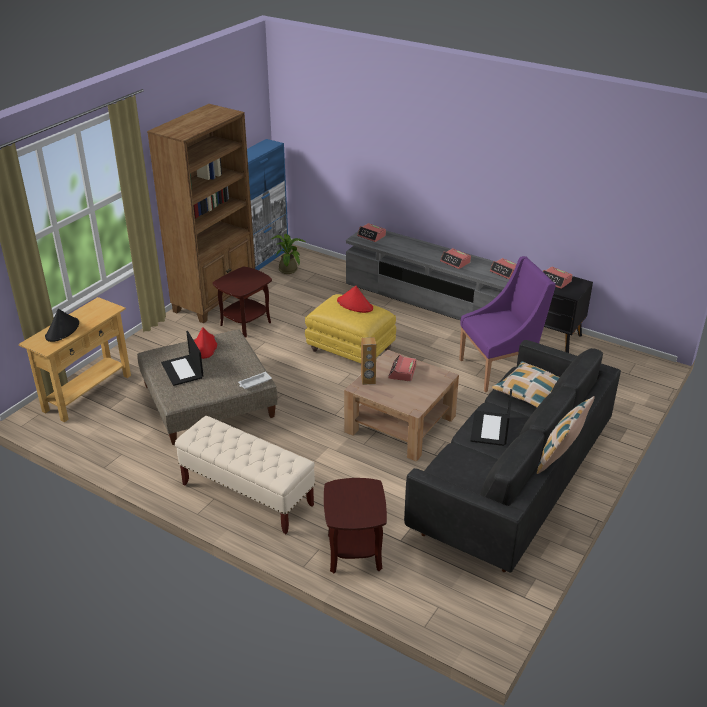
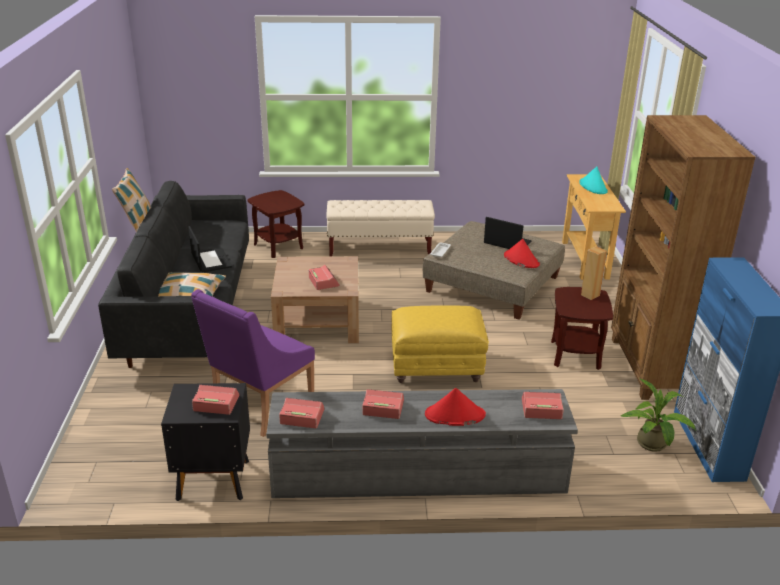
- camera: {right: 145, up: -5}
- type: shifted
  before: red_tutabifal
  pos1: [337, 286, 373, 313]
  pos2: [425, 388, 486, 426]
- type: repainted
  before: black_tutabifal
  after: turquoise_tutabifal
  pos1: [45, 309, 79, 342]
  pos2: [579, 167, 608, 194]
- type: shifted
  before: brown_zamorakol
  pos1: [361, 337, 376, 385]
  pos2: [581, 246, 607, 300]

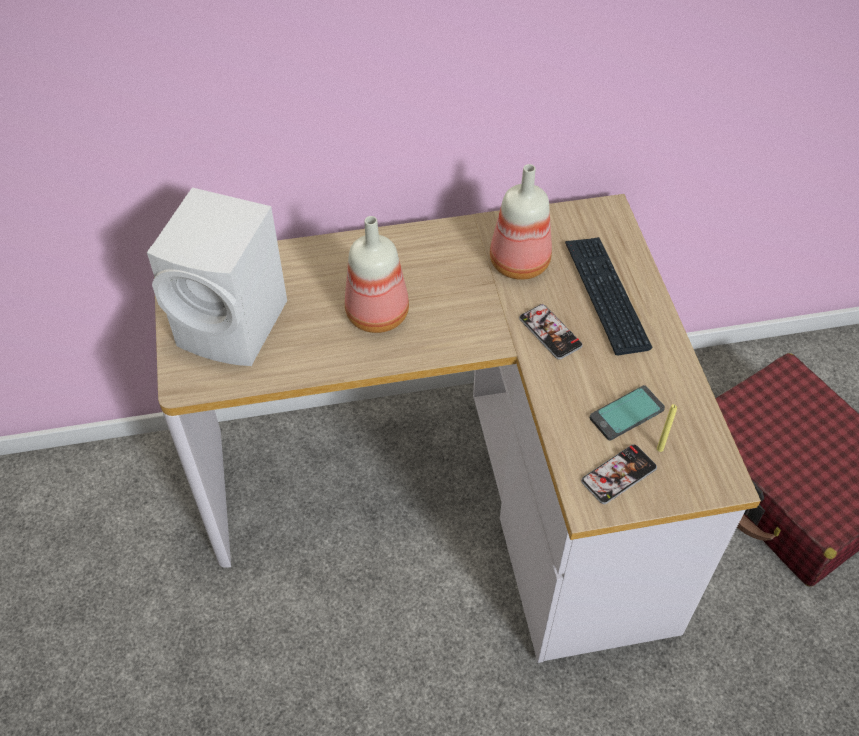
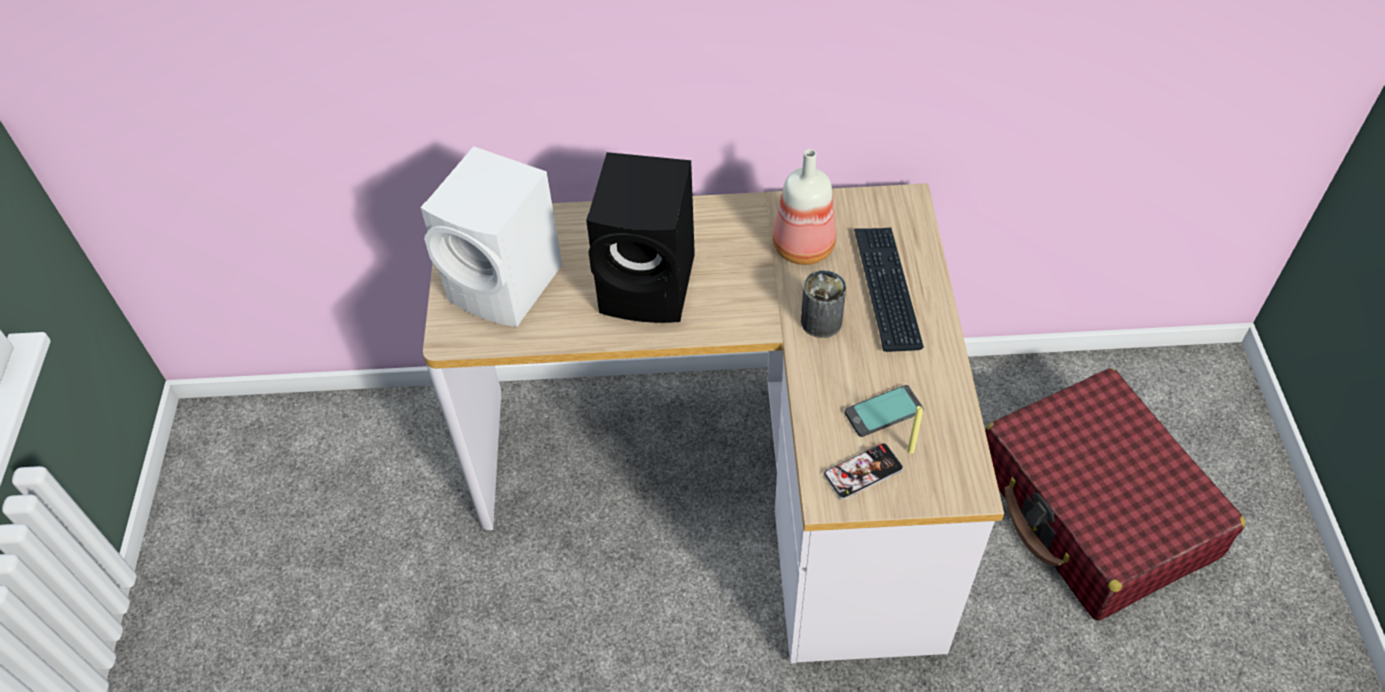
- camera: {right: 10, up: 0}
- type: swapped
  before: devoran
  after: black_zamorakol
  pos1: [345, 216, 409, 333]
  pos2: [586, 152, 695, 323]
- type: swapped
  before: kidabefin
  after: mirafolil
  pos1: [519, 304, 583, 360]
  pos2: [801, 270, 846, 338]

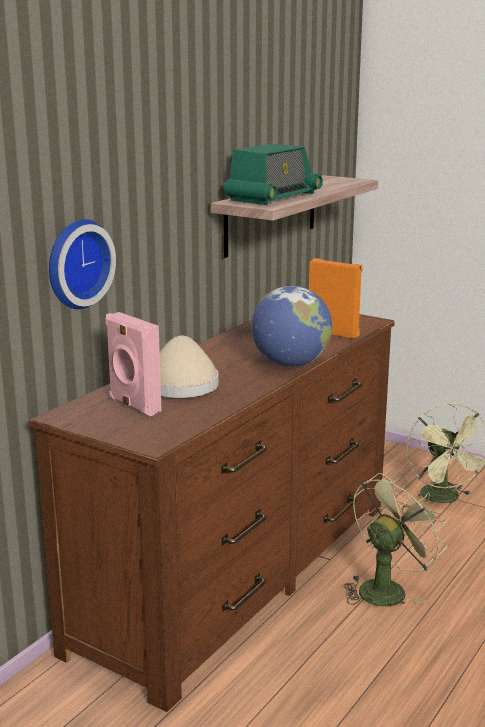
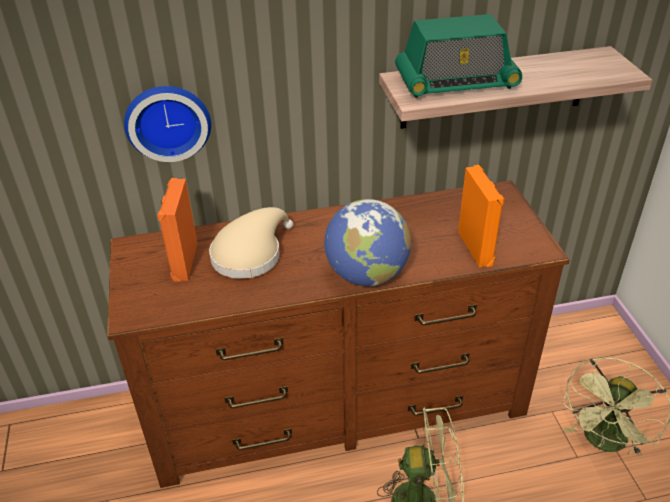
- camera: {right: 45, up: 20}
- type: repainted
  before: pink_zamorakol
  after: orange_zamorakol
  pos1: [106, 312, 162, 416]
  pos2: [157, 178, 197, 282]

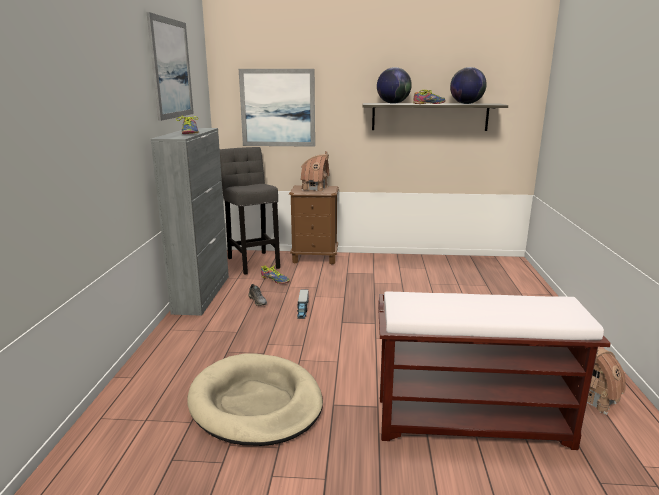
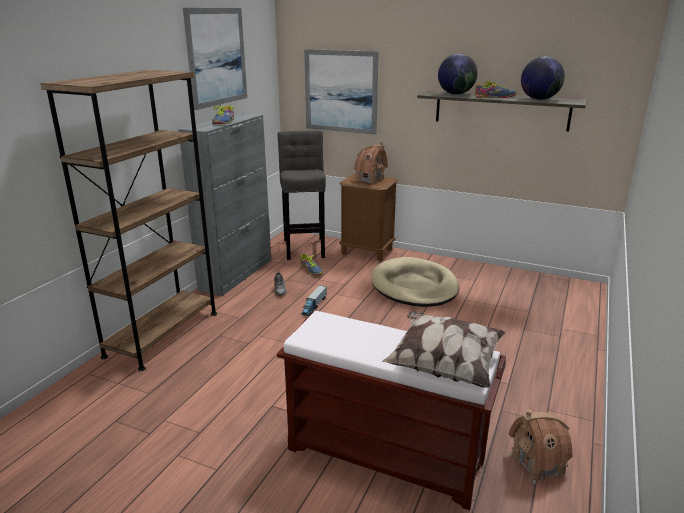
- camera: {right: 20, up: 5}
- type: shifted
  before: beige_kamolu
  pos1: [187, 353, 323, 446]
  pos2: [371, 257, 459, 307]
- type: new
  after: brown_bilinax
  pos2: [40, 70, 217, 371]
- type: new
  after: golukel
  pos2: [382, 311, 505, 388]

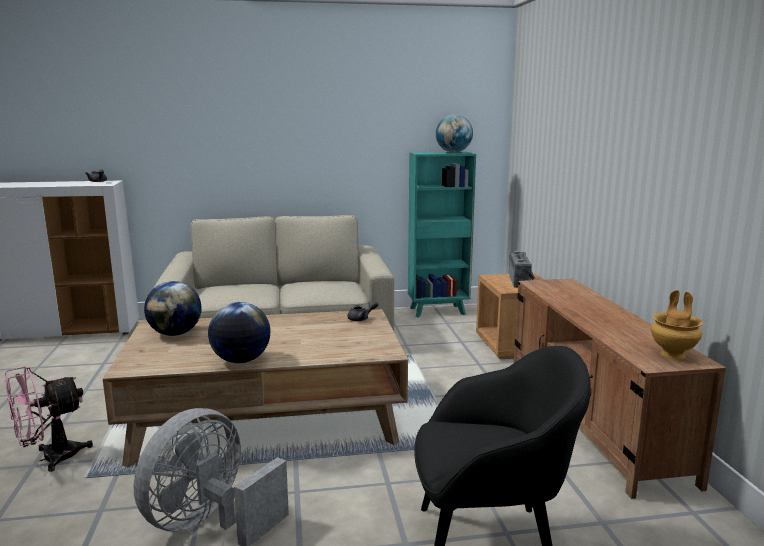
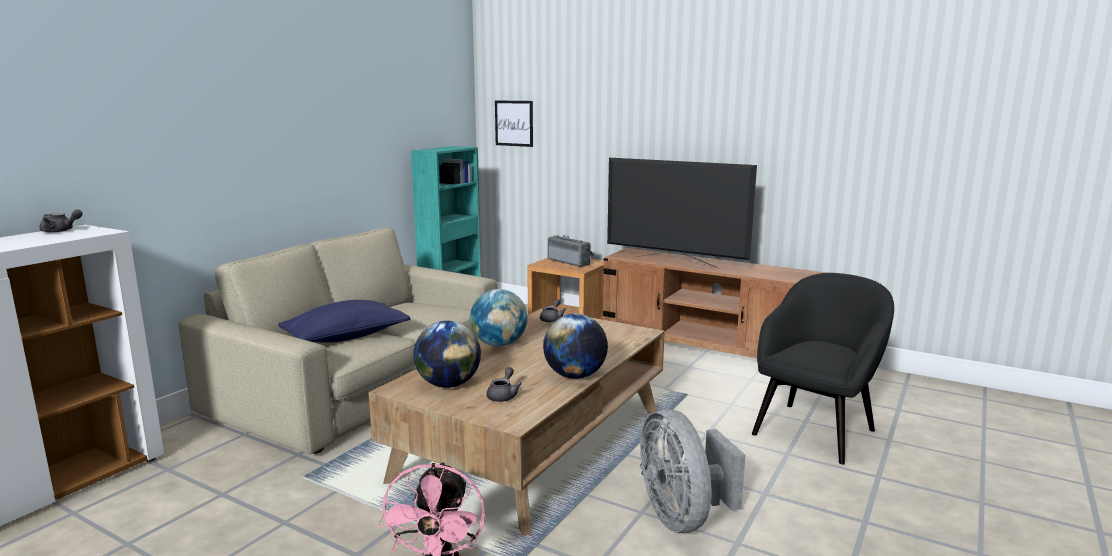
- camera: {right: -50, up: 0}
- type: shifted
  before: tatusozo
  pos1: [436, 114, 473, 153]
  pos2: [470, 289, 528, 347]
- type: gone
  before: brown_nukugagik
  pos1: [650, 290, 703, 360]
- type: new
  after: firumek
  pos2: [495, 100, 533, 147]
- type: new
  after: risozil
  pos2: [607, 158, 757, 268]
- type: new
  after: blue_golukel
  pos2: [278, 300, 410, 343]
- type: new
  after: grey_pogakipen
  pos2: [486, 367, 522, 402]

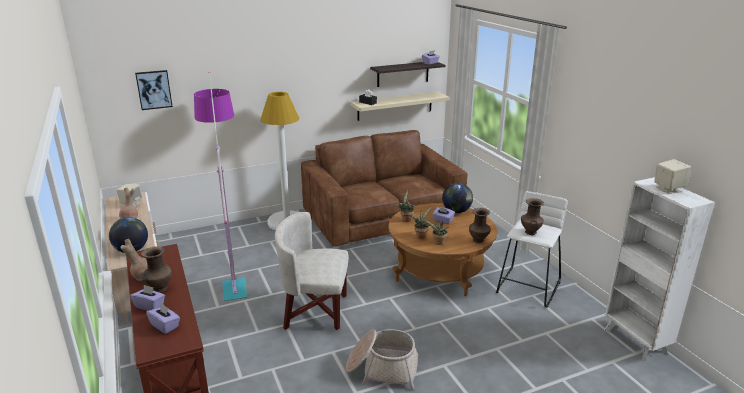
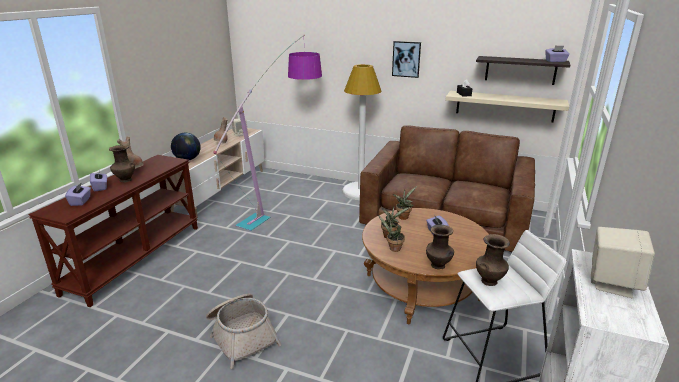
- camera: {right: 45, up: 0}
- type: shifted
  before: firumek
  pos1: [135, 70, 173, 110]
  pos2: [392, 41, 421, 78]
- type: gone
  before: tatusozo
  pos1: [442, 183, 473, 213]
- type: gone
  before: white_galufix
  pos1: [275, 212, 349, 330]

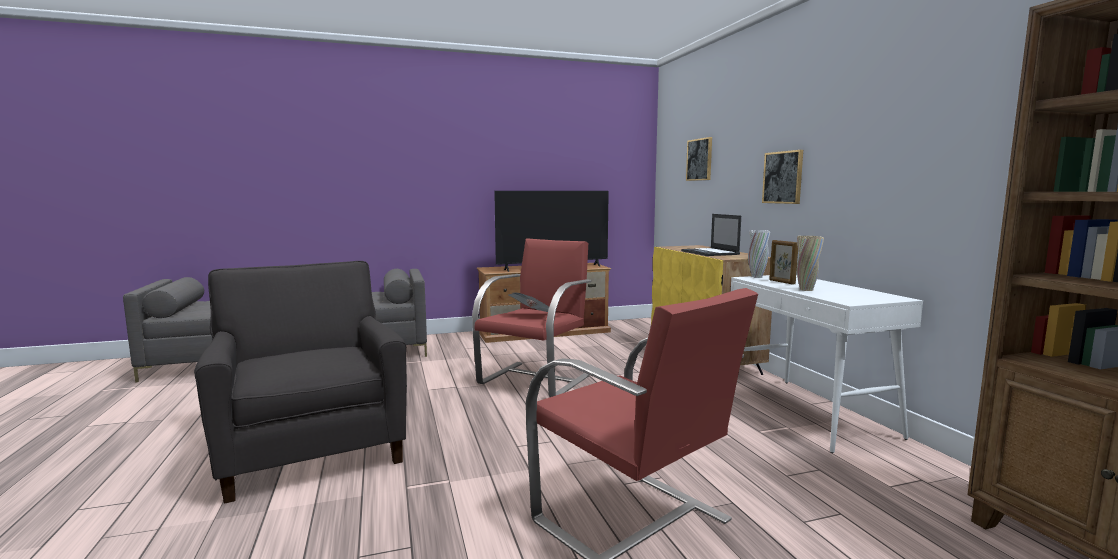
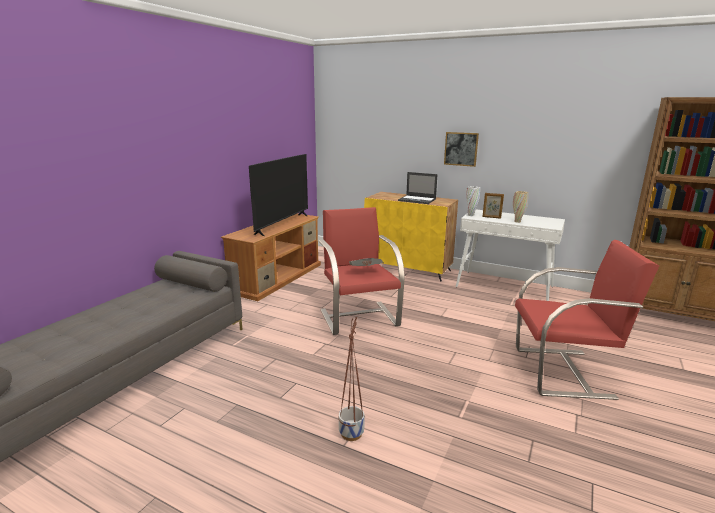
- camera: {right: -45, up: 10}
- type: gone
  before: firumek
  pos1: [686, 137, 712, 181]
- type: swapped
  before: grey_galufix
  after: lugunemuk
  pos1: [194, 261, 407, 504]
  pos2: [338, 317, 365, 441]

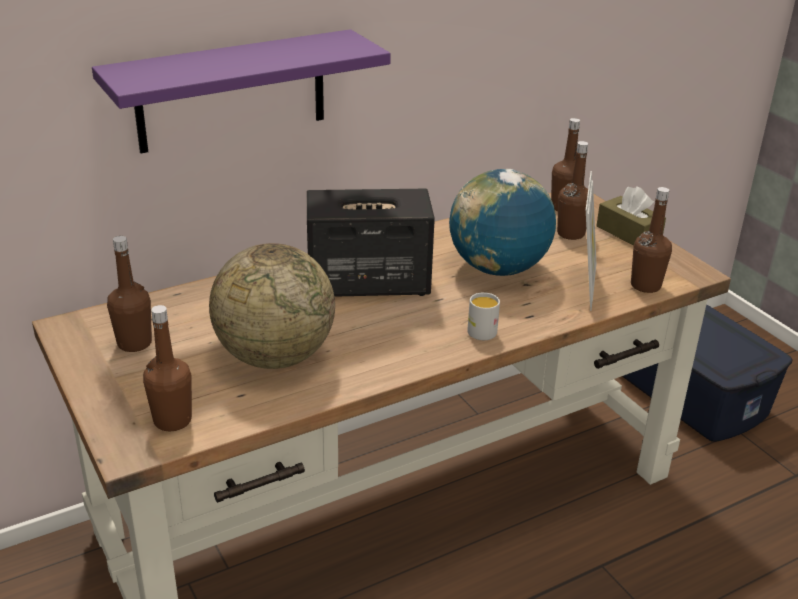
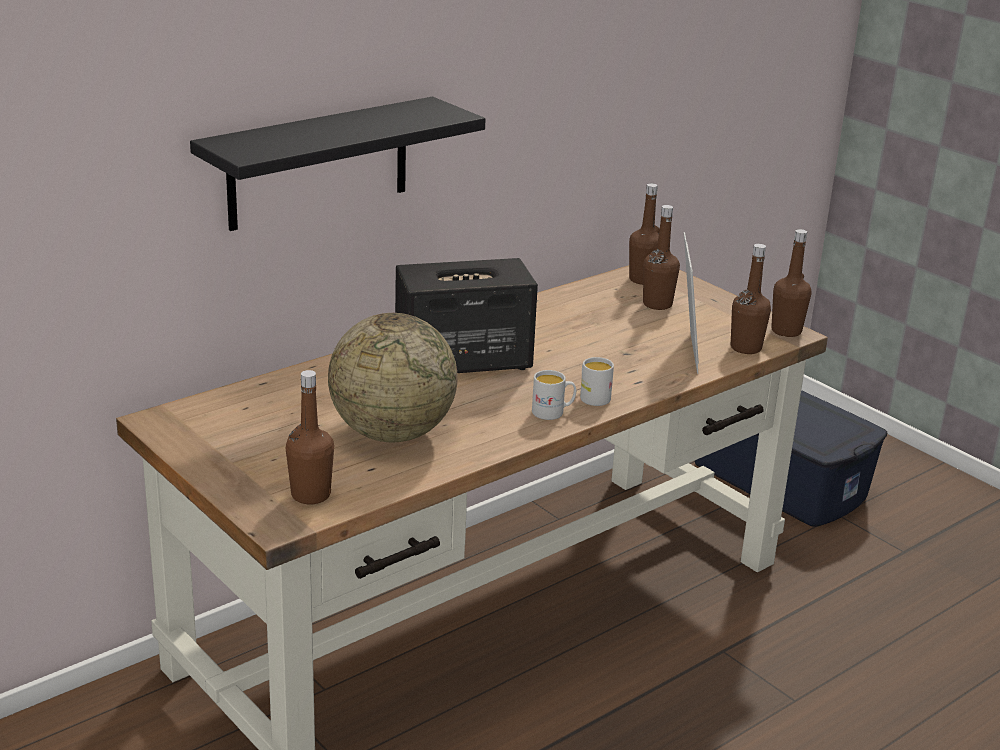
- camera: {right: -10, up: -5}
- type: repainted
  before: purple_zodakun
  after: black_zodakun
  pos1: [92, 29, 391, 153]
  pos2: [190, 97, 485, 231]
- type: gone
  before: tatusozo
  pos1: [449, 169, 556, 276]
- type: gone
  before: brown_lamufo
  pos1: [596, 186, 666, 246]
- type: shifted
  before: brown_devoran
  pos1: [107, 236, 152, 352]
  pos2: [771, 229, 811, 337]
- type: new
  after: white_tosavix
  pos2: [532, 370, 576, 420]

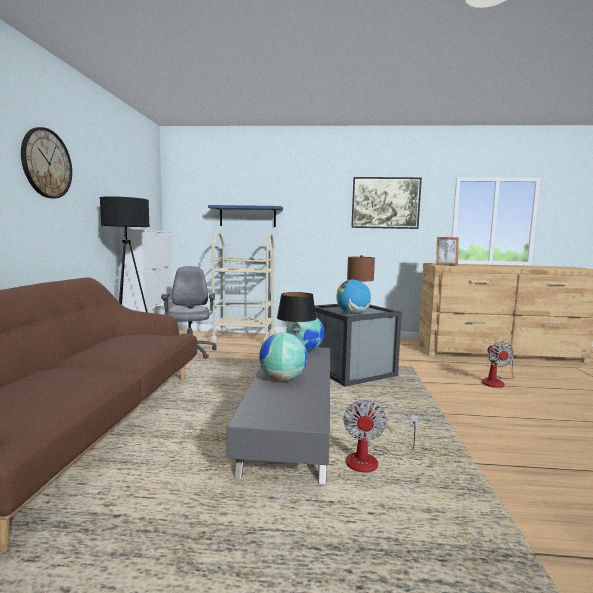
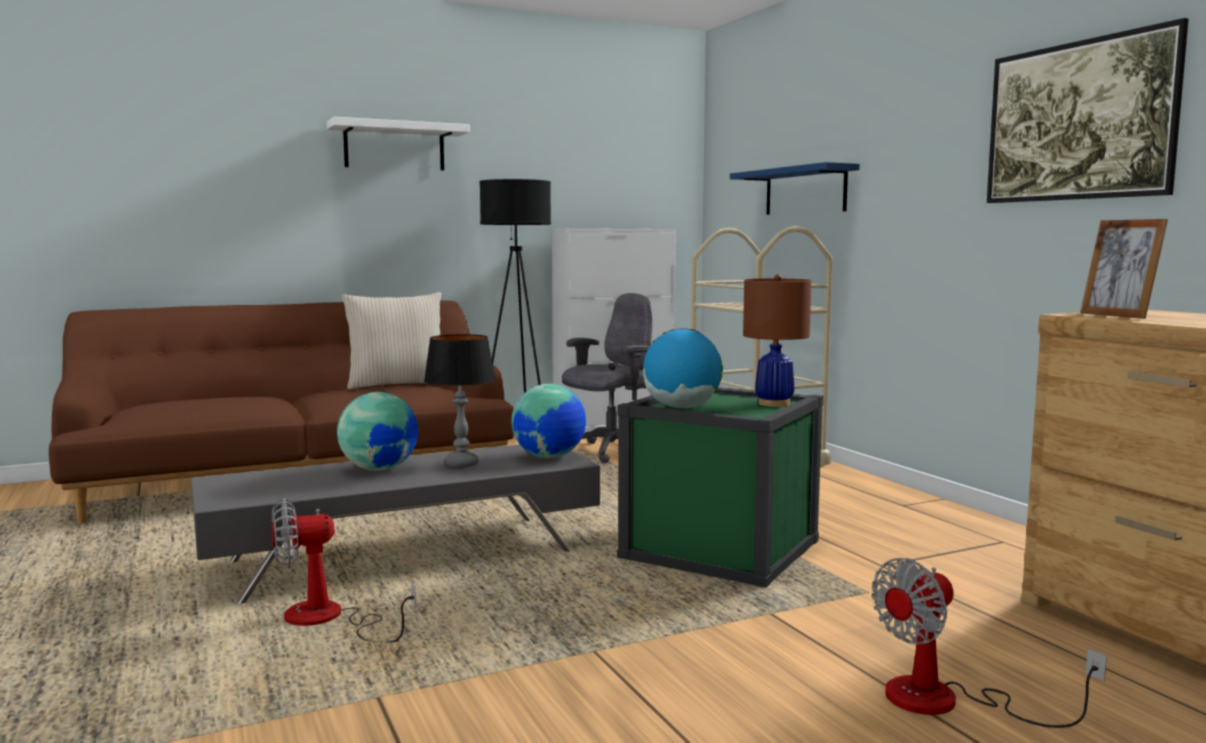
- camera: {right: 60, up: 0}
- type: swapped
  before: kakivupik
  after: white_zodakun
  pos1: [21, 127, 72, 198]
  pos2: [326, 117, 470, 170]
- type: repainted
  before: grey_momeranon
  after: green_momeranon
  pos1: [314, 304, 402, 387]
  pos2: [617, 387, 824, 588]
- type: new
  after: beige_golukel
  pos2: [342, 292, 441, 390]

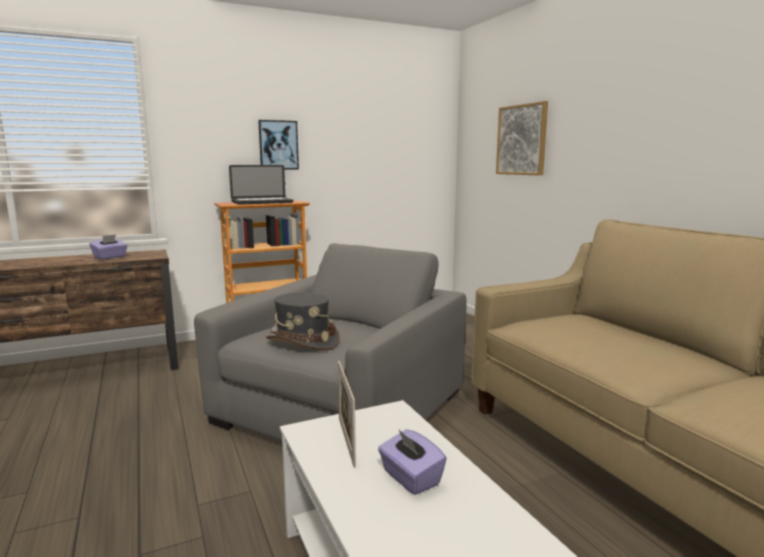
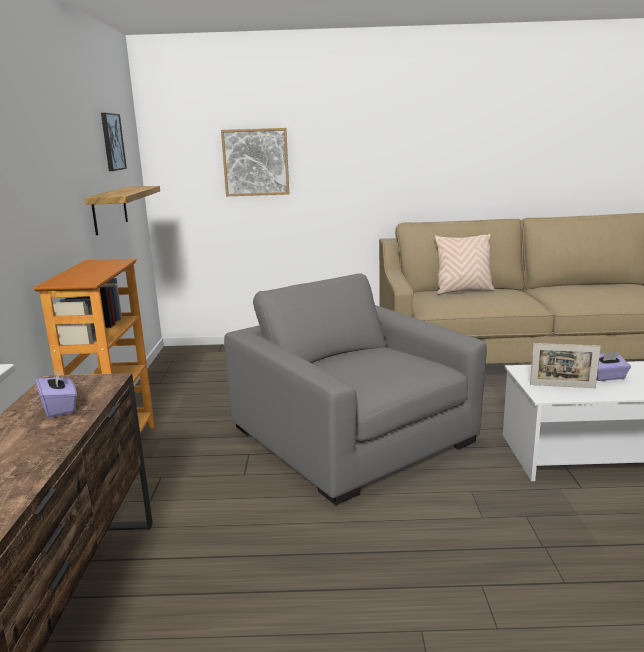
- camera: {right: -65, up: 5}
- type: shifted
  before: firumek
  pos1: [258, 120, 299, 169]
  pos2: [101, 113, 127, 171]
- type: gone
  before: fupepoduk
  pos1: [229, 165, 293, 205]
- type: gone
  before: grey_tutabifal
  pos1: [266, 293, 340, 350]
- type: new
  after: zodakun
  pos2: [85, 186, 160, 235]
- type: new
  after: beige_golukel
  pos2: [434, 234, 495, 295]

